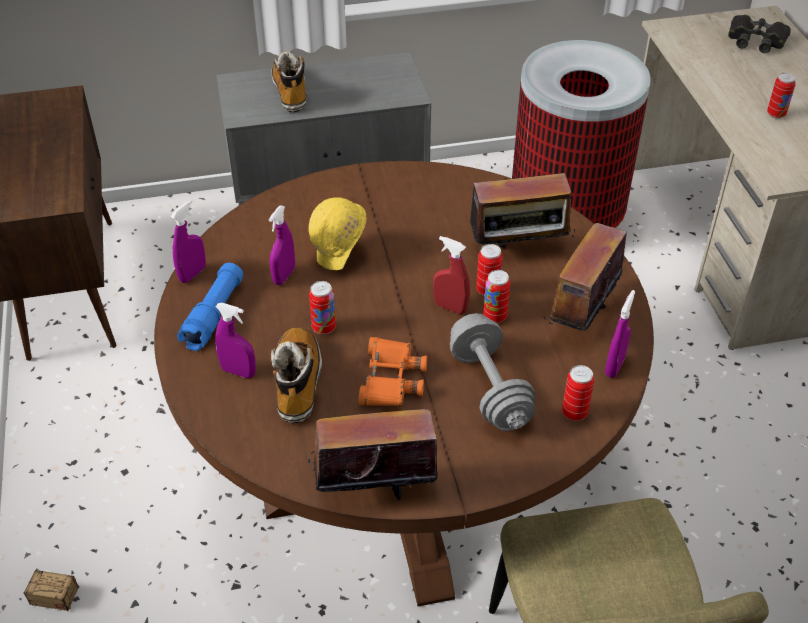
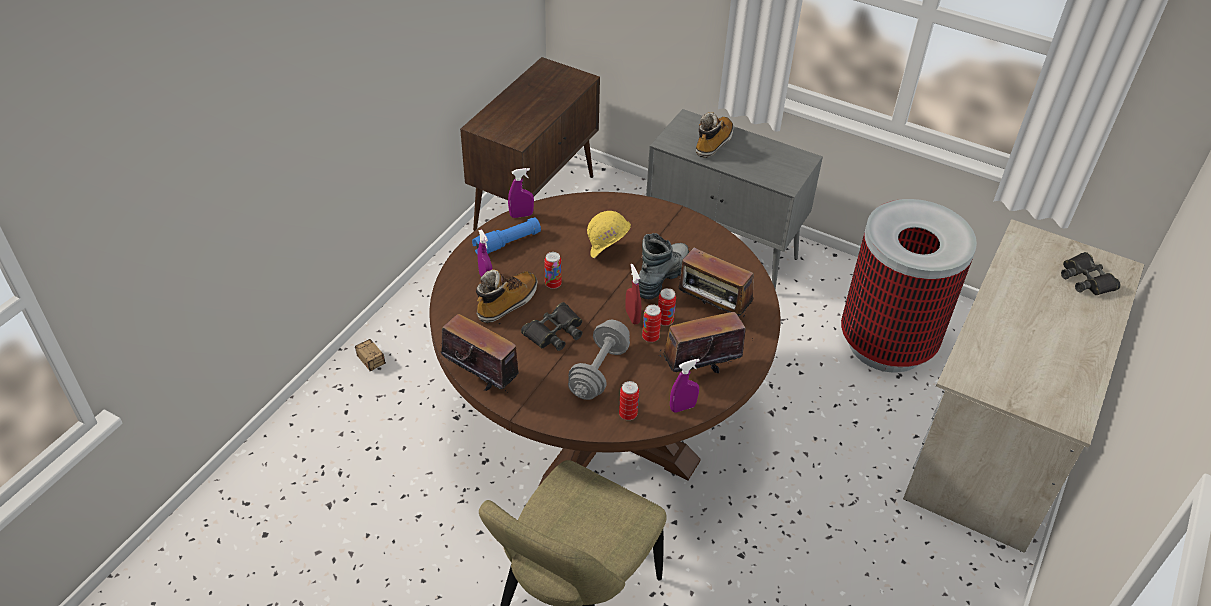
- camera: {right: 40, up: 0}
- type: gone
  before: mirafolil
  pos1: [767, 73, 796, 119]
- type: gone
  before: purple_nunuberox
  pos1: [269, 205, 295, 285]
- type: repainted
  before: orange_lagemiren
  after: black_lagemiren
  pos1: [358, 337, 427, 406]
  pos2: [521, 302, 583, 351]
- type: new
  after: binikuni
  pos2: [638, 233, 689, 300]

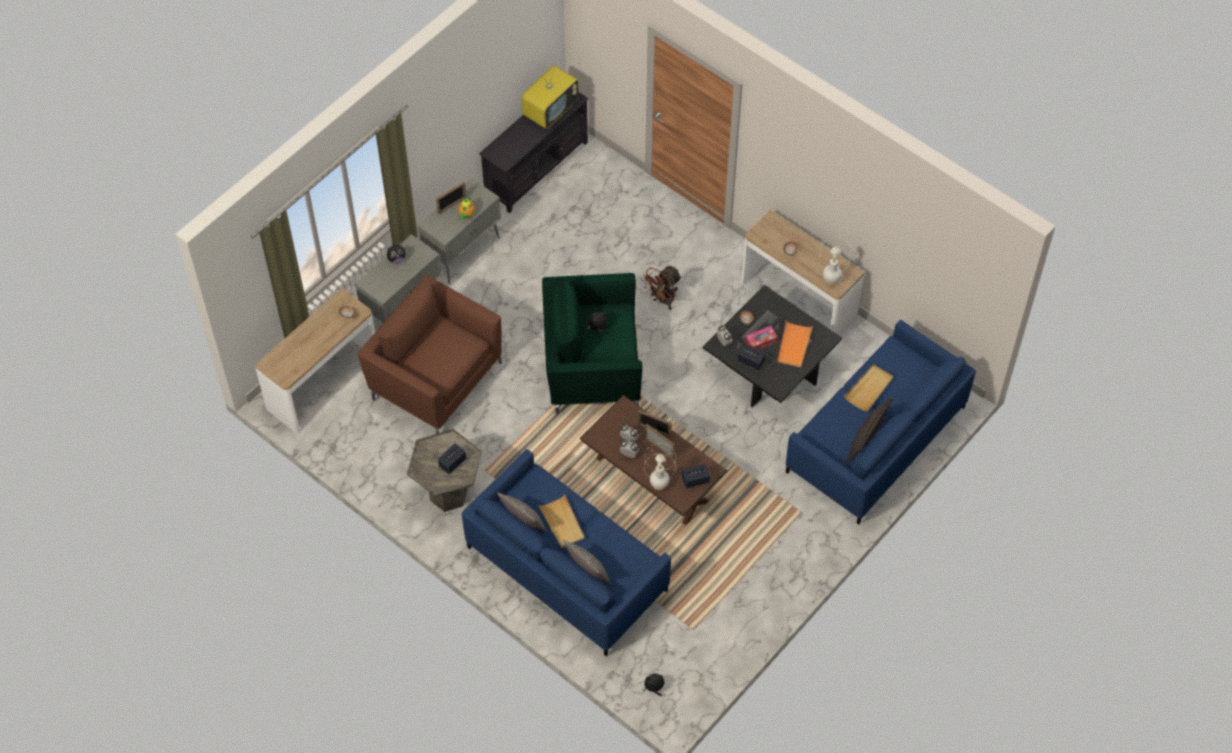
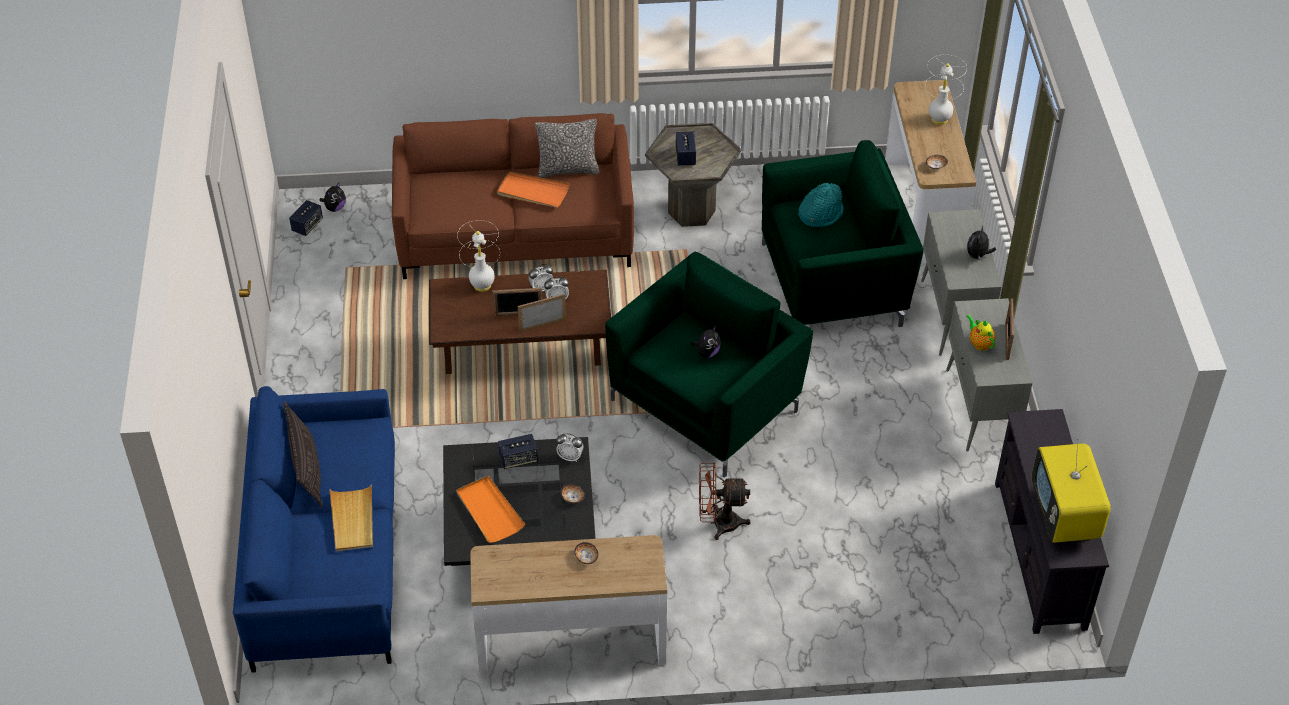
- camera: {right: 135, up: -10}
- type: shifted
  before: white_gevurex
  pos1: [819, 237, 851, 285]
  pos2: [925, 54, 967, 125]
- type: rotated
  before: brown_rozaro
  pos1: [642, 266, 682, 310]
  pos2: [699, 462, 751, 540]
  turn: -90
- type: repainted
  before: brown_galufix
  after: green_galufix
  pos1: [358, 275, 502, 434]
  pos2: [761, 140, 924, 327]
- type: gone
  before: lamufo
  pos1: [745, 326, 778, 350]
- type: repainted
  before: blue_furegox
  after: brown_furegox
  pos1: [462, 449, 671, 656]
  pos2: [392, 113, 634, 279]
- type: shifted
  before: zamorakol
  pos1: [682, 464, 710, 489]
  pos2: [289, 200, 323, 236]
- type: repainted
  before: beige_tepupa
  after: orange_tepupa
  pos1: [538, 495, 585, 548]
  pos2: [497, 171, 570, 208]
- type: gone
  before: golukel
  pos1: [564, 540, 611, 584]
- type: new
  after: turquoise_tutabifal
  pos2: [798, 183, 844, 227]

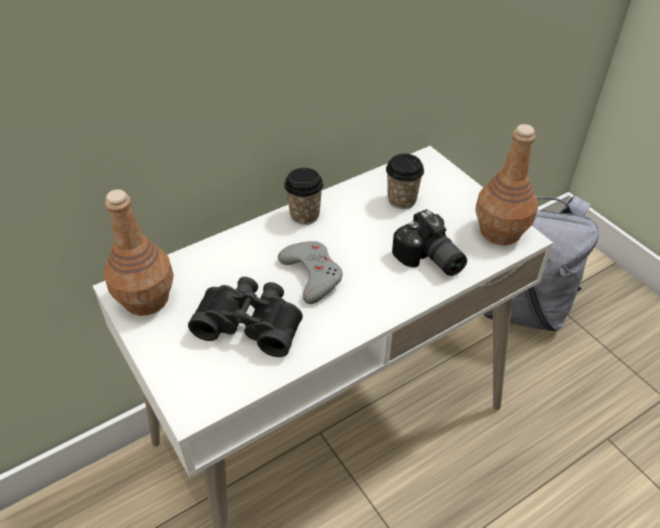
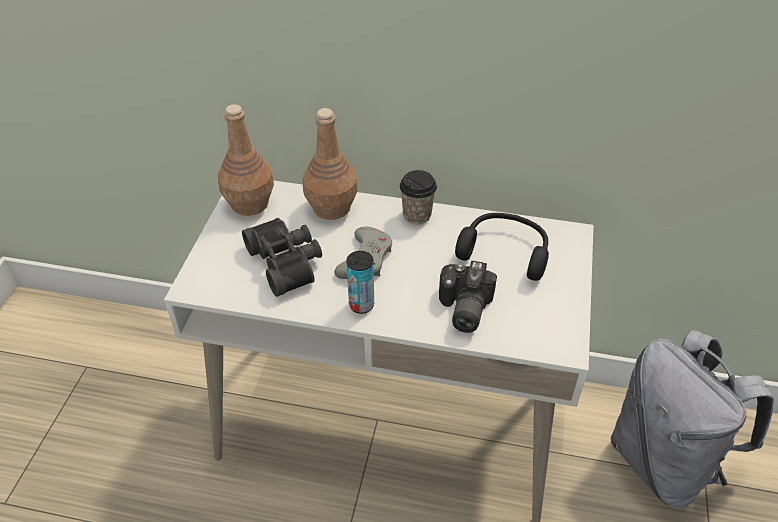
- camera: {right: 45, up: 0}
- type: shifted
  before: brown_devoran
  pos1: [475, 124, 538, 245]
  pos2: [303, 108, 358, 220]
- type: swapped
  before: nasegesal
  after: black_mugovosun
  pos1: [386, 154, 424, 209]
  pos2: [455, 213, 549, 281]
- type: new
  after: mirafolil
  pos2: [346, 251, 374, 314]

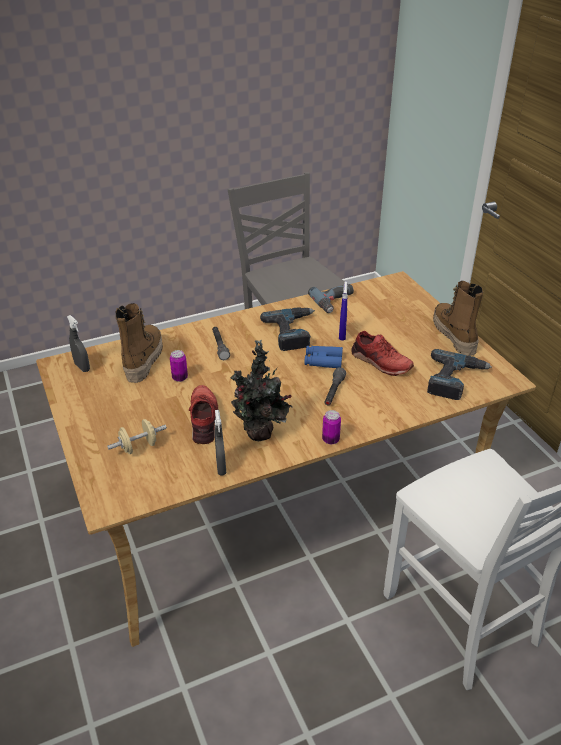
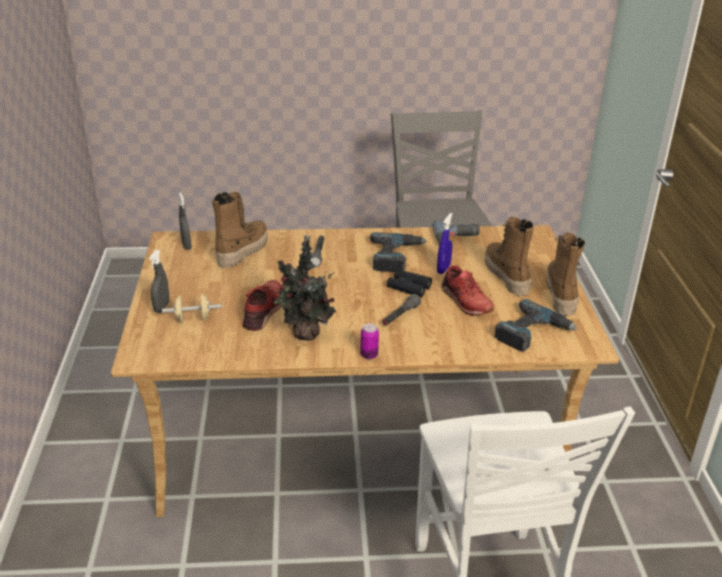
- camera: {right: 20, up: -5}
- type: repainted
  before: blue_lagemiren
  after: black_lagemiren
  pos1: [304, 346, 343, 368]
  pos2: [387, 269, 432, 297]
- type: gone
  before: mirafolil
  pos1: [170, 350, 188, 382]
- type: shifted
  before: grey_nunuberox
  pos1: [215, 410, 226, 475]
  pos2: [149, 250, 170, 313]
- type: new
  after: binikuni
  pos2: [485, 217, 534, 296]

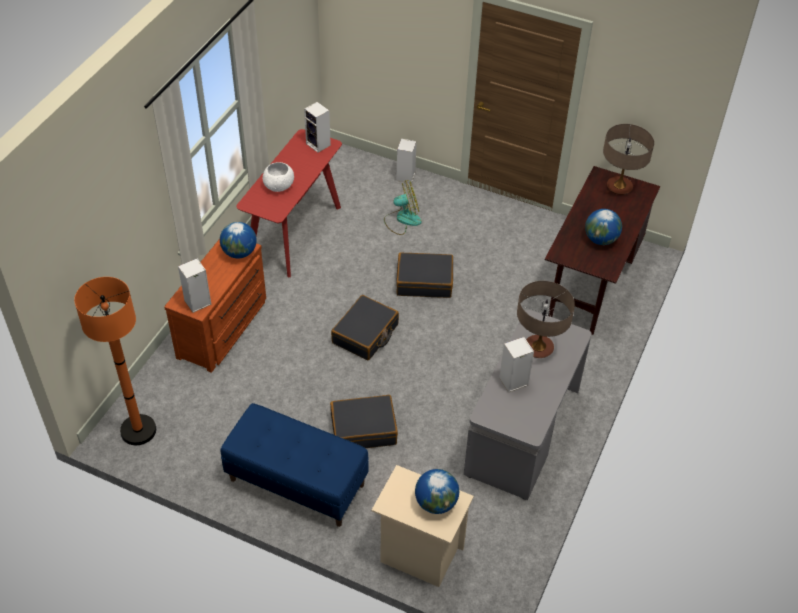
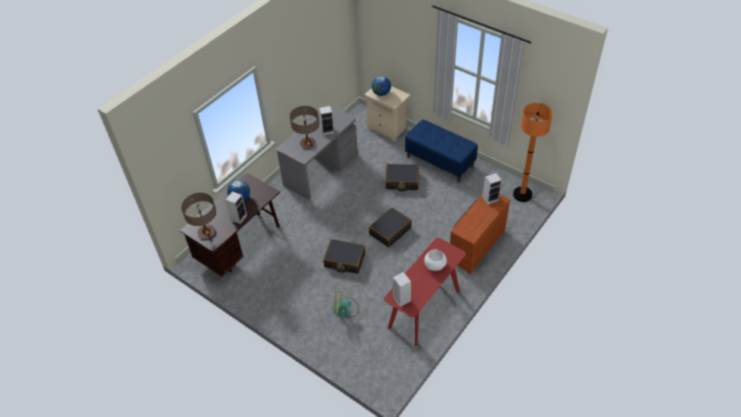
- camera: {right: -165, up: 0}
- type: shifted
  before: zamorakol
  pos1: [396, 139, 417, 183]
  pos2: [225, 191, 247, 224]
- type: gone
  before: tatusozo
  pos1: [220, 222, 257, 259]

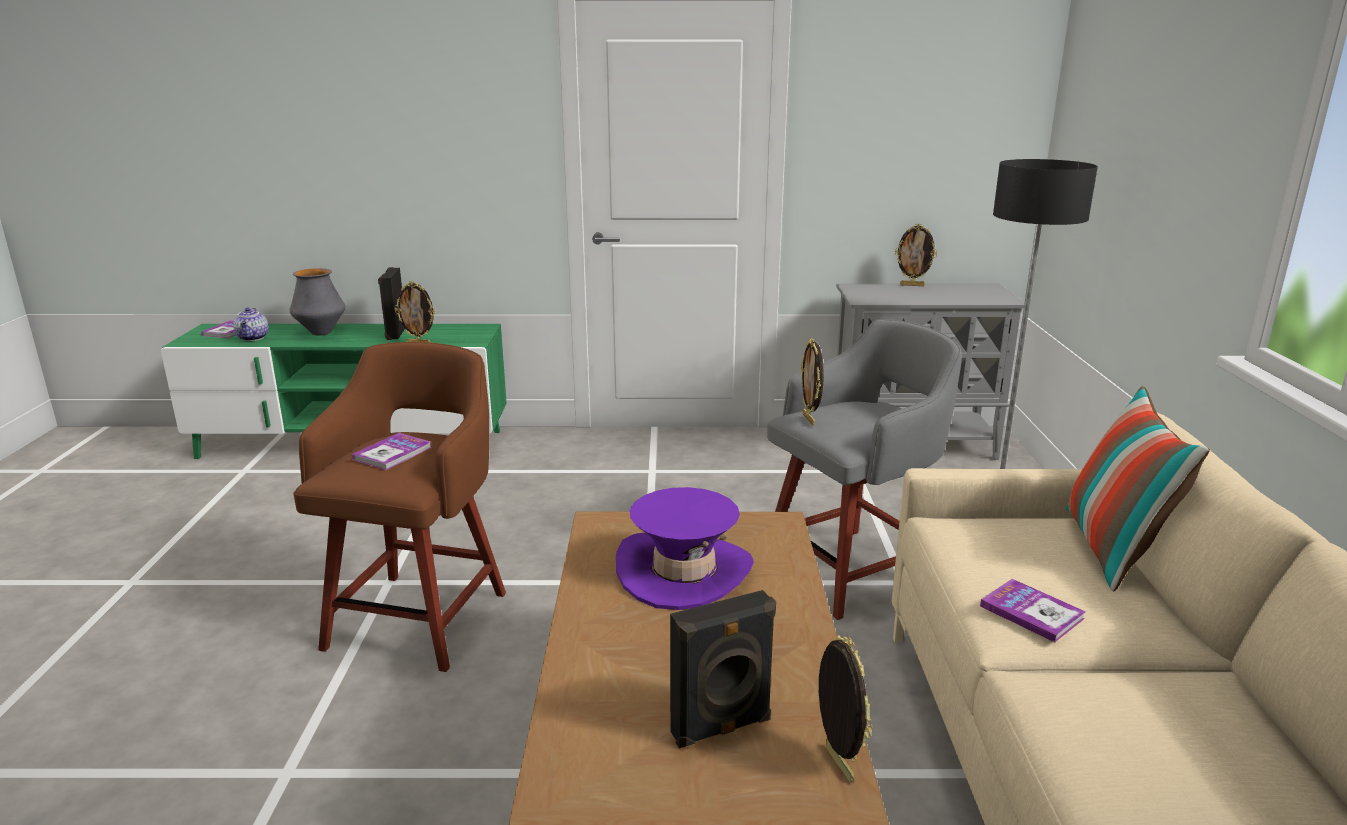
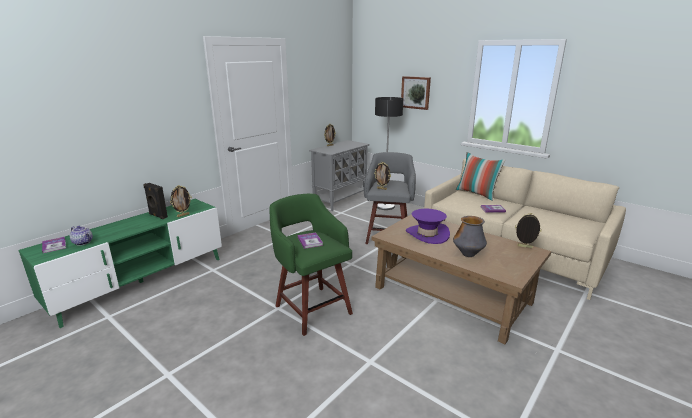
- camera: {right: -50, up: 0}
- type: shifted
  before: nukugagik
  pos1: [289, 268, 345, 336]
  pos2: [453, 216, 487, 257]
- type: repainted
  before: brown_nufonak
  after: green_nufonak
  pos1: [293, 342, 506, 672]
  pos2: [269, 194, 353, 336]
- type: gone
  before: black_zamorakol
  pos1: [670, 590, 776, 749]
- type: new
  after: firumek
  pos2: [401, 76, 431, 110]

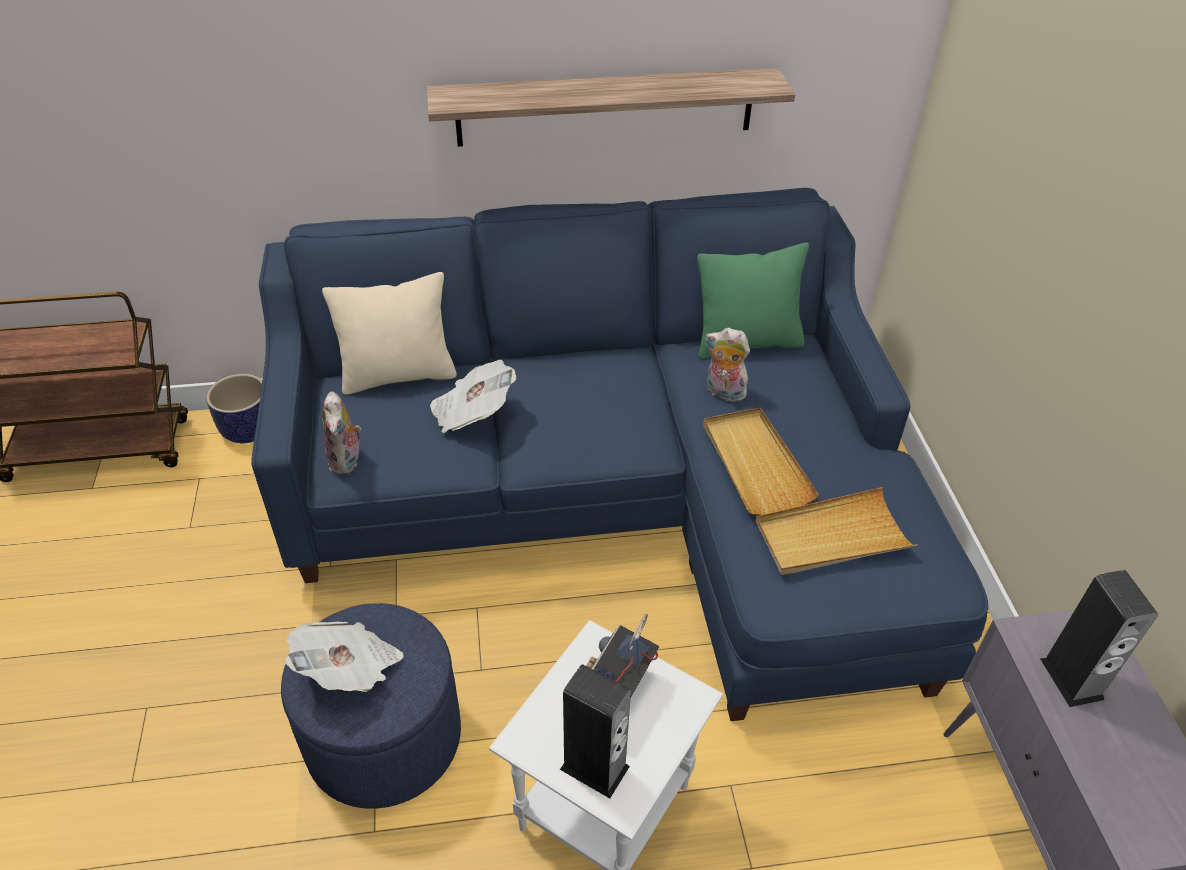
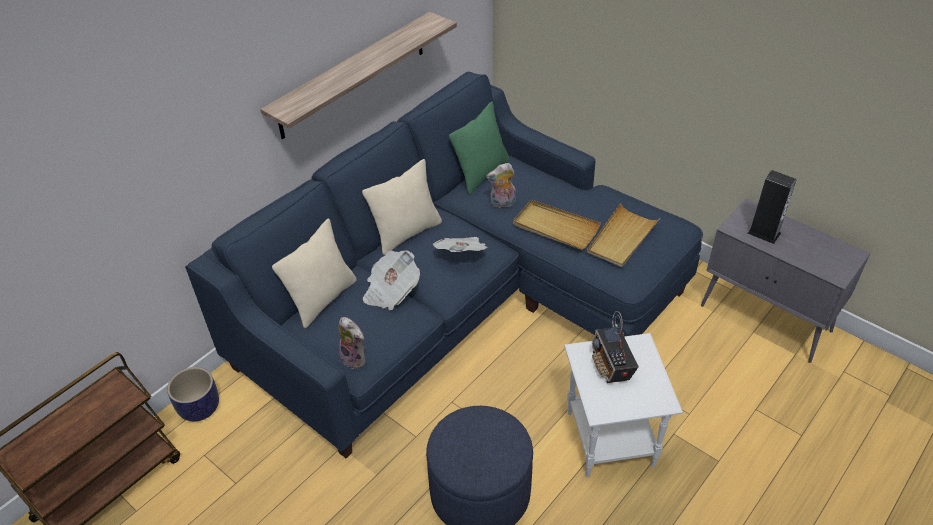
- camera: {right: -40, up: 0}
- type: shifted
  before: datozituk
  pos1: [284, 622, 404, 692]
  pos2: [433, 237, 488, 252]
- type: gone
  before: zamorakol
  pos1: [560, 664, 631, 798]
- type: new
  after: beige_golukel
  pos2: [362, 159, 442, 255]

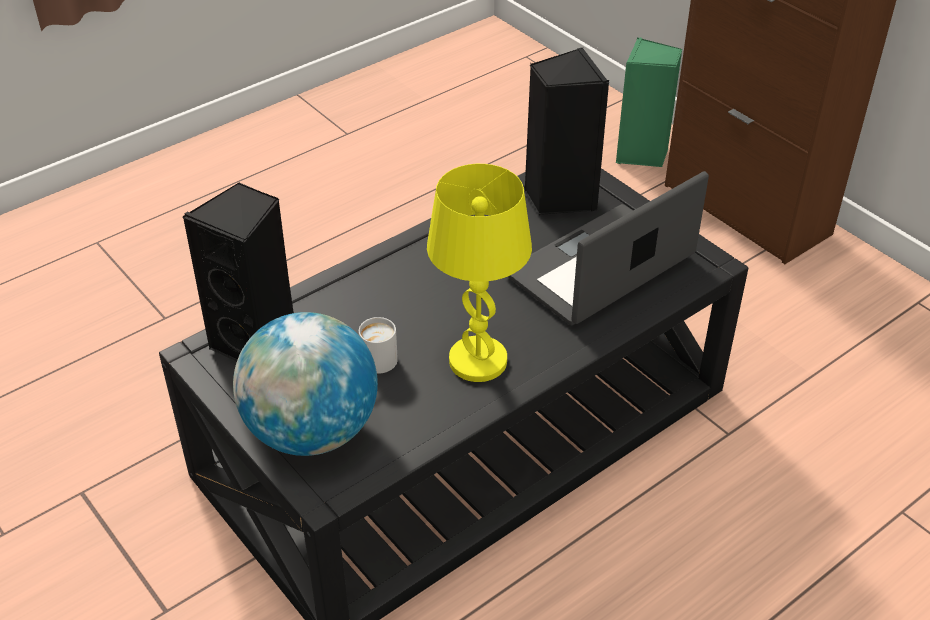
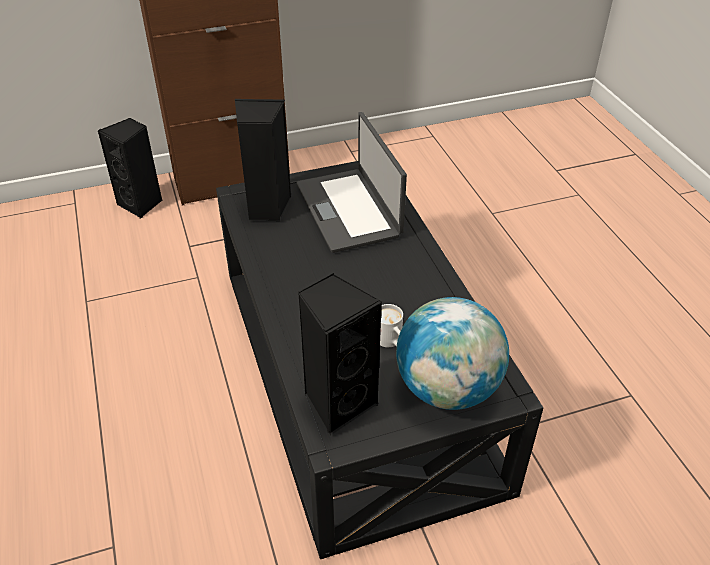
- camera: {right: -70, up: 0}
- type: repainted
  before: green_zamorakol
  after: black_zamorakol
  pos1: [616, 37, 682, 167]
  pos2: [98, 118, 162, 218]
- type: gone
  before: yellow_gevurex
  pos1: [427, 164, 532, 382]

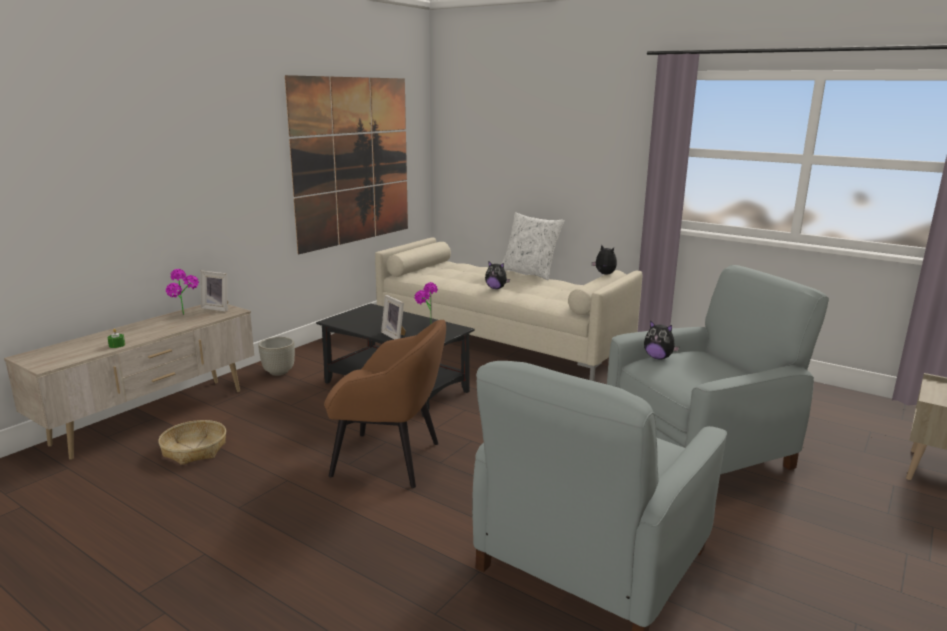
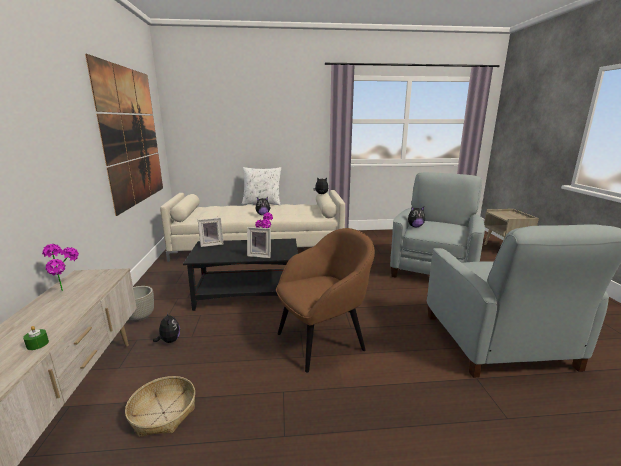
- camera: {right: -40, up: 0}
- type: shifted
  before: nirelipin
  pos1: [200, 271, 228, 312]
  pos2: [198, 218, 223, 247]
- type: new
  after: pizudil
  pos2: [153, 311, 180, 343]

